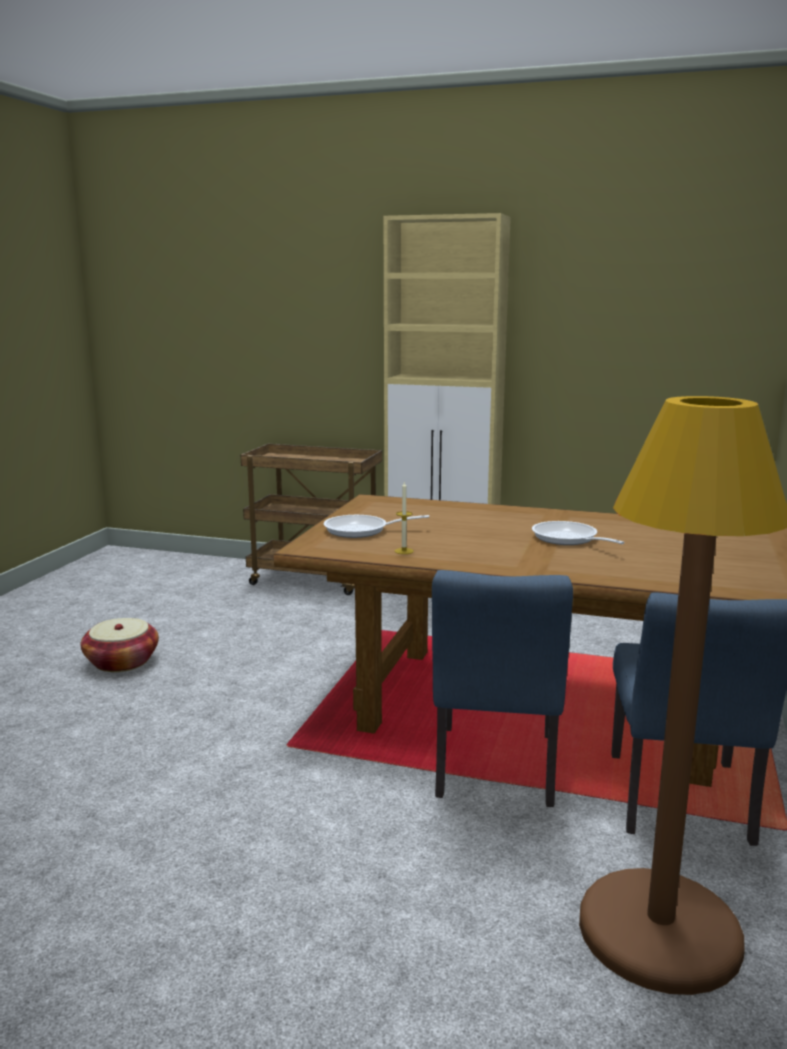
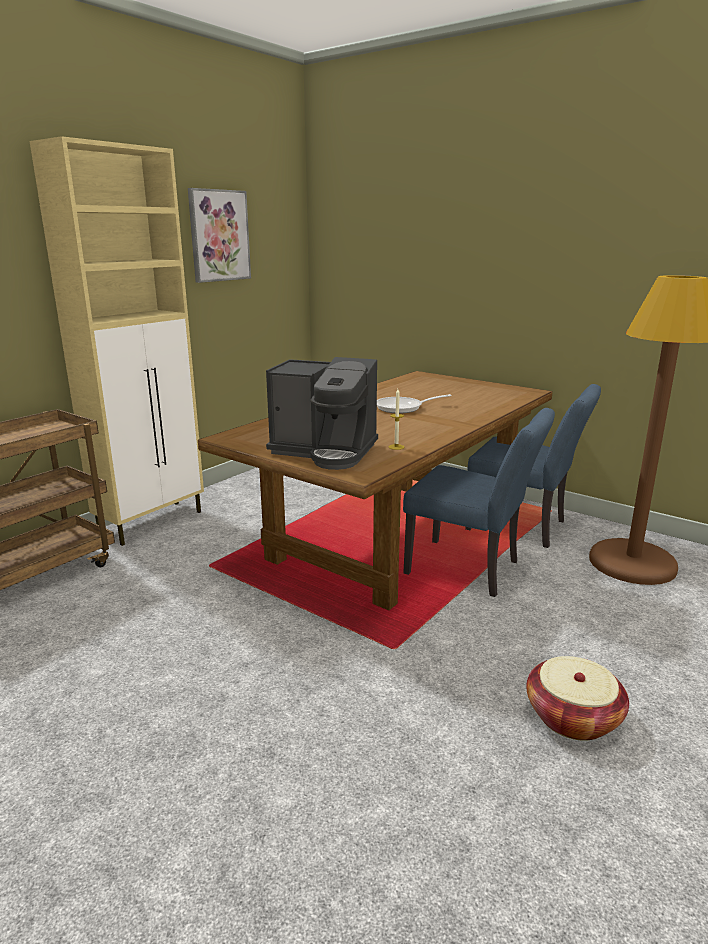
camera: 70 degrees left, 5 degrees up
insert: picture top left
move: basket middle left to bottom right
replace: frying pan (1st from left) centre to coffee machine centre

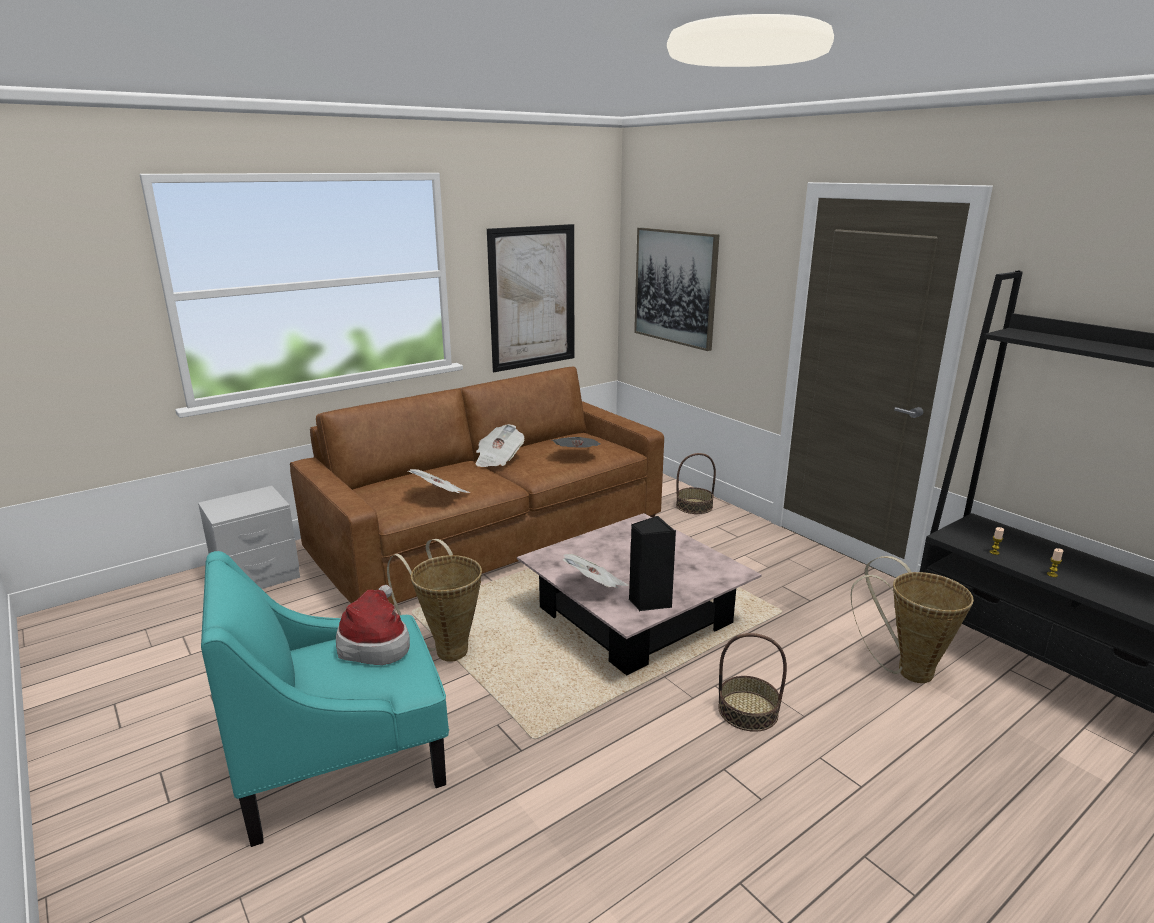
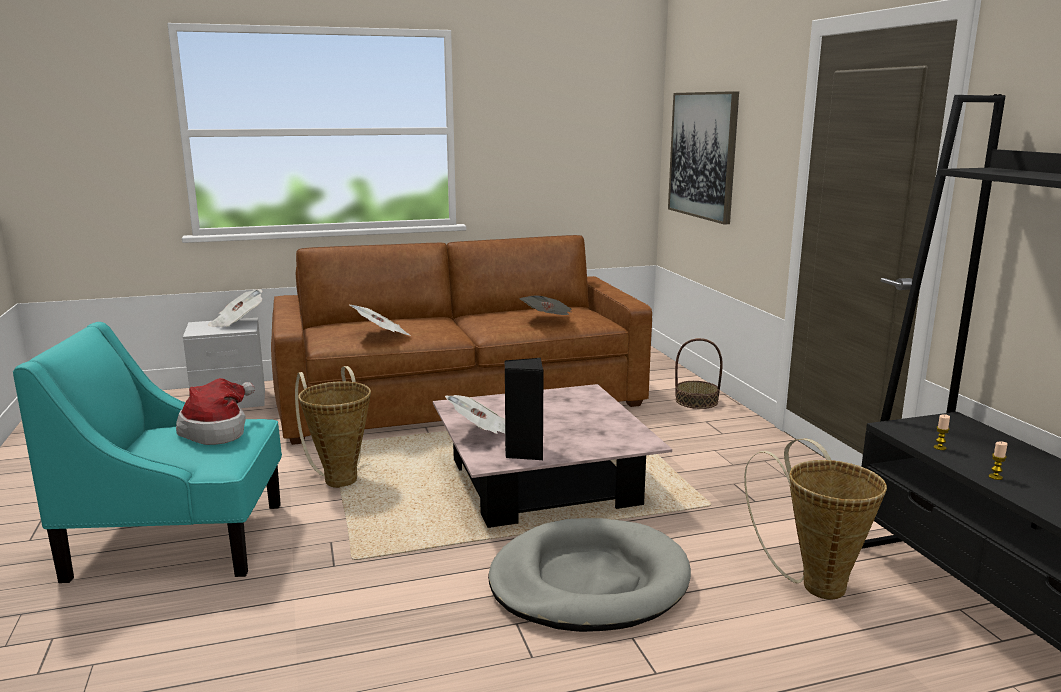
camera: 20 degrees right, 5 degrees down
delete: picture (1st from left) top centre
move: newspaper (2nd from left in the first image) centre to newspaper (1st from left) middle left
replace: basket (3rd from left) bottom centre to grey dog bed bottom centre

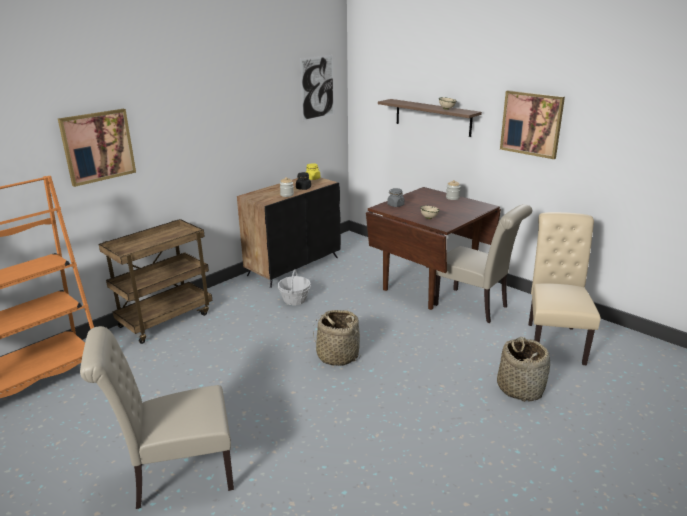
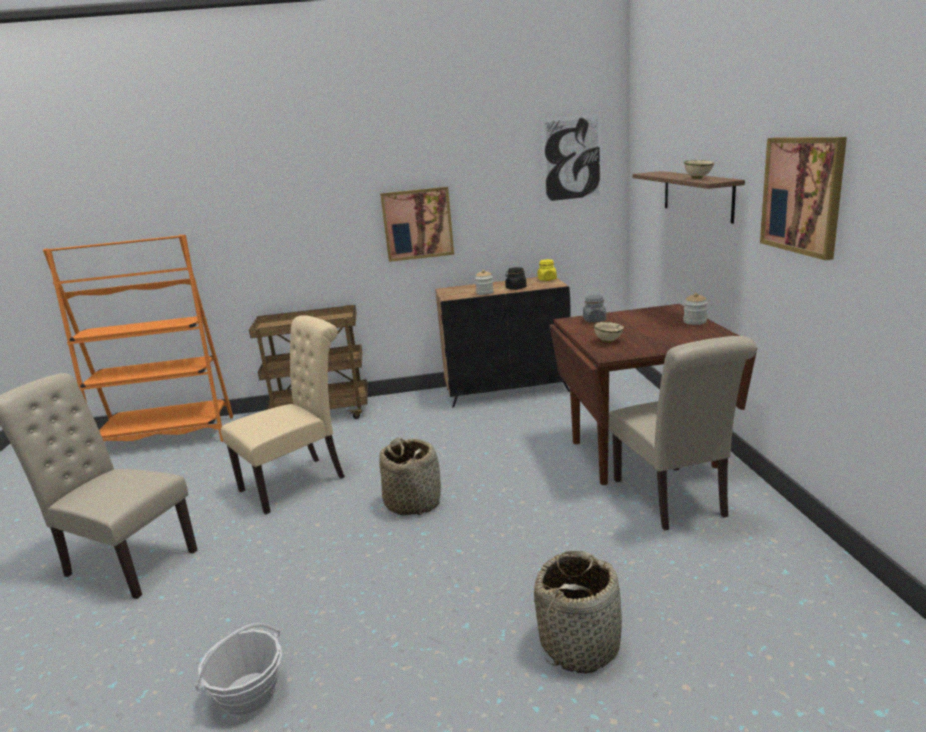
camera: 40 degrees right, 5 degrees down
move: picture (1st from left) top left to top centre; beige chair (3rd from left in the first image) middle right to beige chair (2nd from left) middle left; basket (1st from left) centre to bottom left

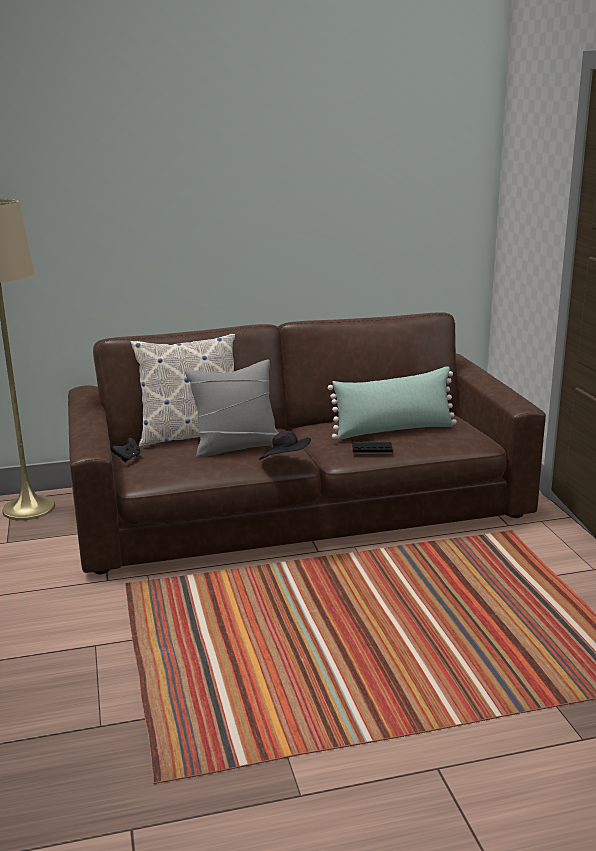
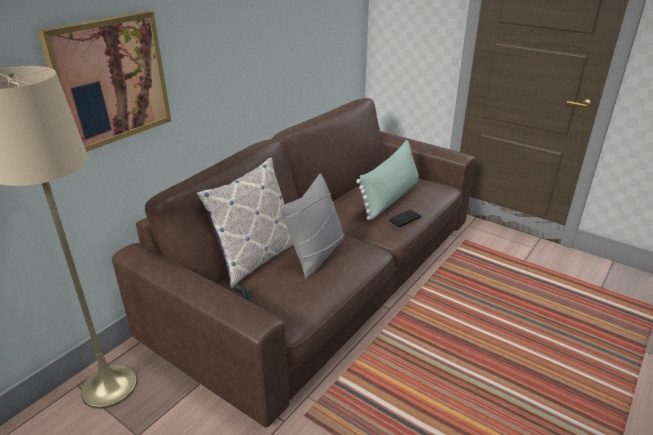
camera: 40 degrees left, 10 degrees up
delete: black hat centre
insert: picture top left

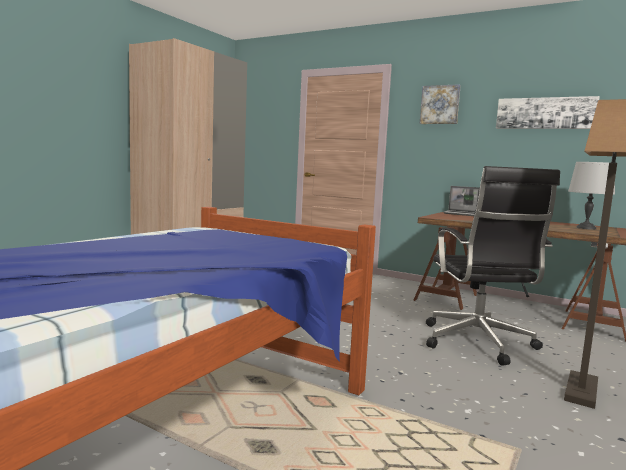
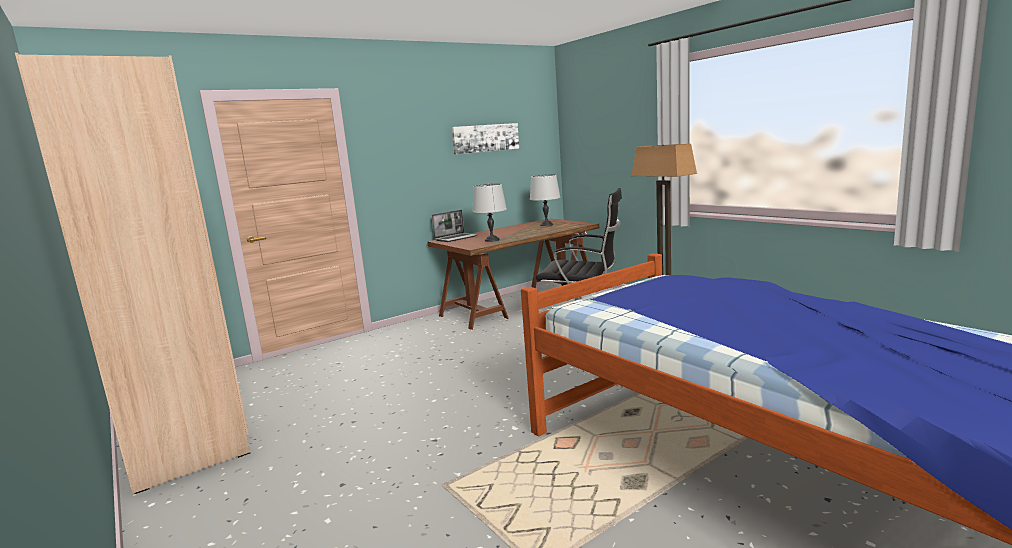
camera: 65 degrees left, 5 degrees up
delete: picture (1st from left) top right
insert: grey table lamp (1st from left) centre

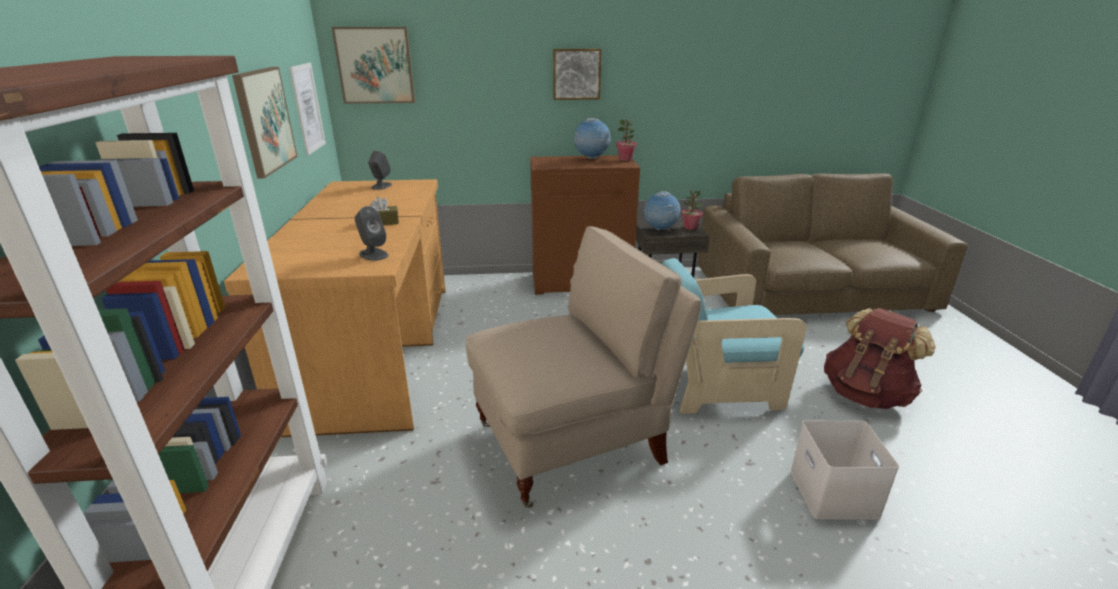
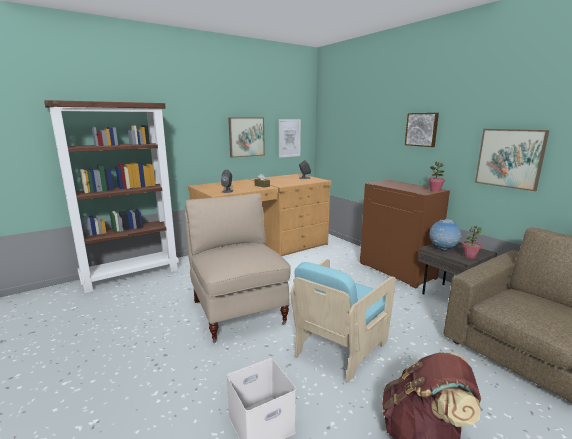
camera: 60 degrees right, 10 degrees down
delete: globe (1st from left) top centre
move: picture (3rd from left in the first image) top centre to picture (4th from left) middle right
rotate: beige chair centre = centre 150 degrees counterclockwise; turquoise armchair centre = bottom centre 105 degrees counterclockwise

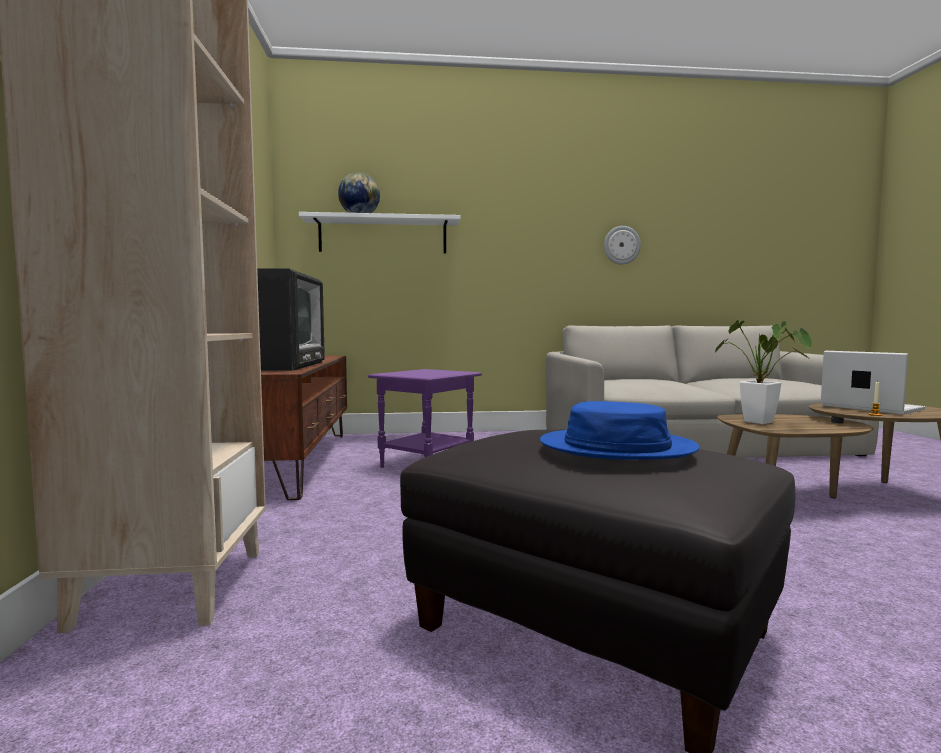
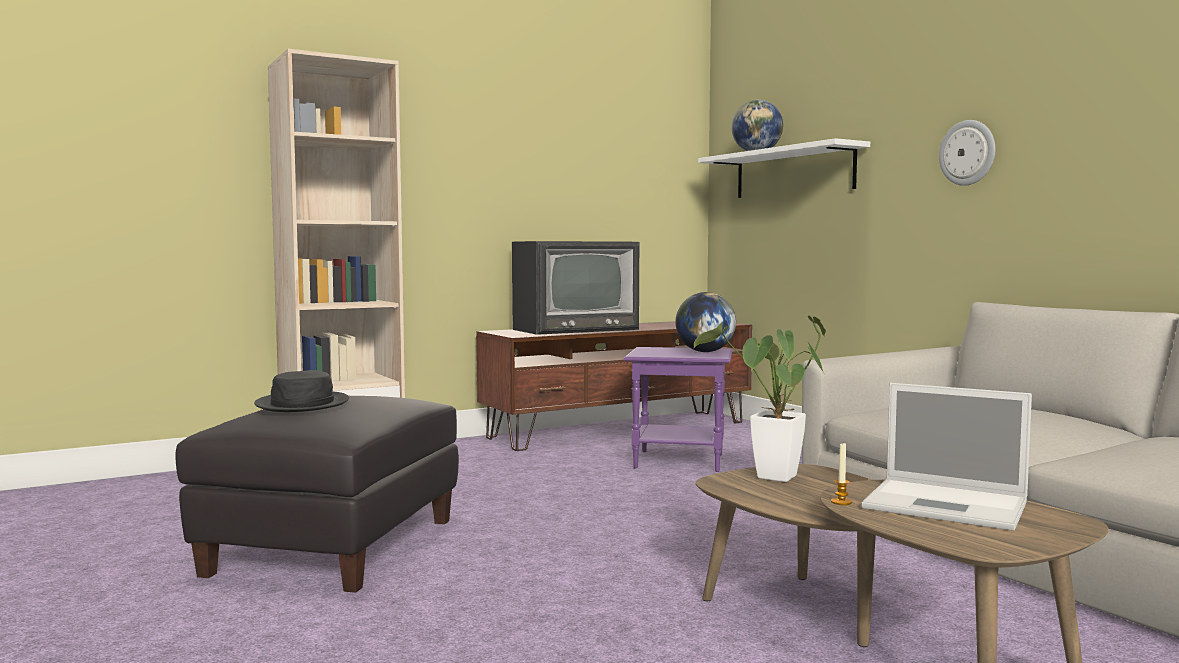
camera: 65 degrees right, 0 degrees up
insert: globe (1st from left) centre
move: wall clock top centre to top right
recolor: blue hat centre to black hat middle left
rotate: laptop middle right = bottom right 90 degrees clockwise

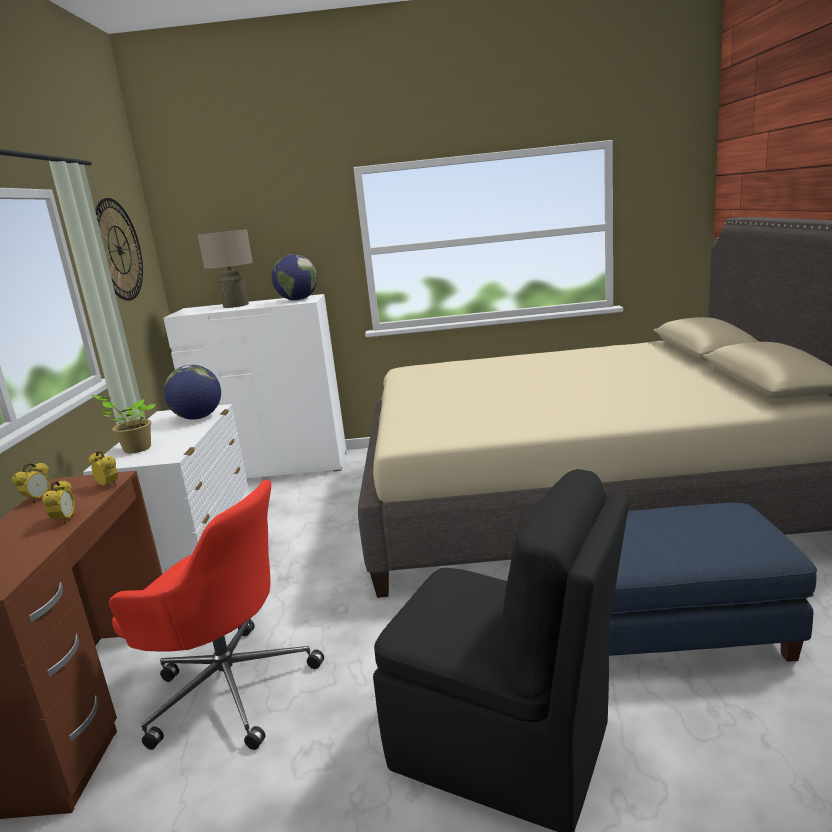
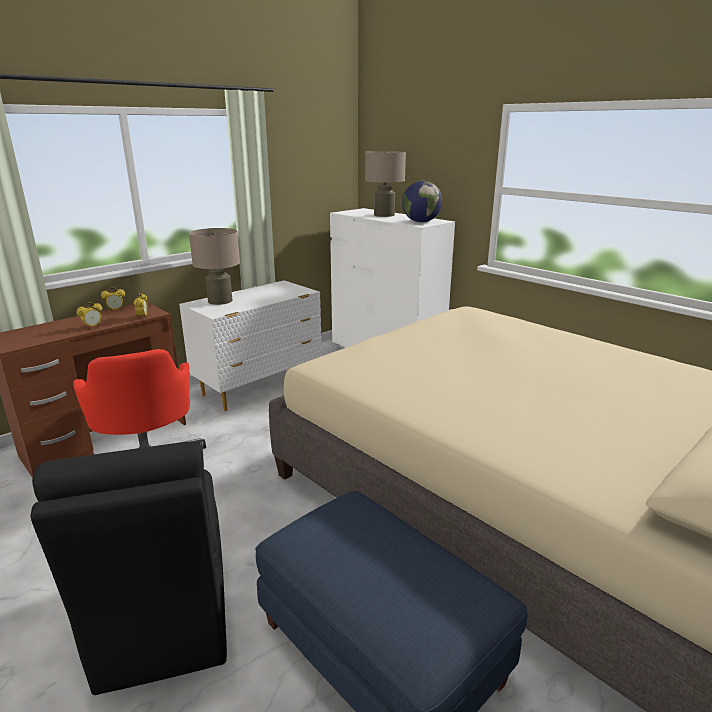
camera: 45 degrees right, 5 degrees up
delete: wall clock top left; globe (1st from left) middle left
replace: potted plant middle left to beige table lamp (1st from left) middle left

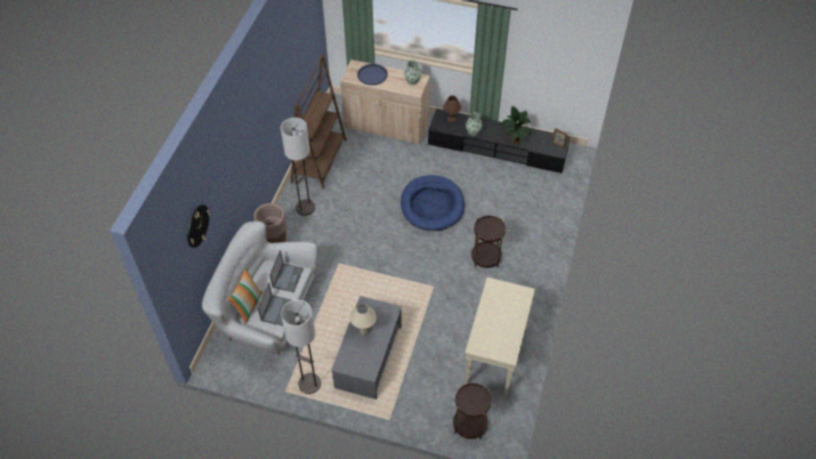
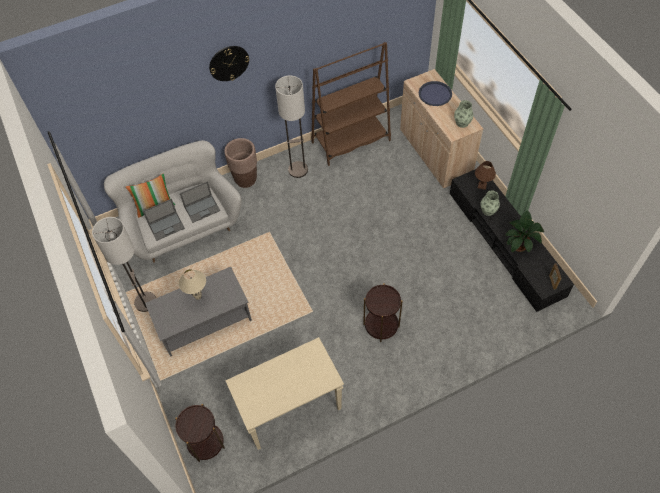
camera: 50 degrees right, 5 degrees up
delete: blue dog bed centre
move: wall clock middle left to top centre

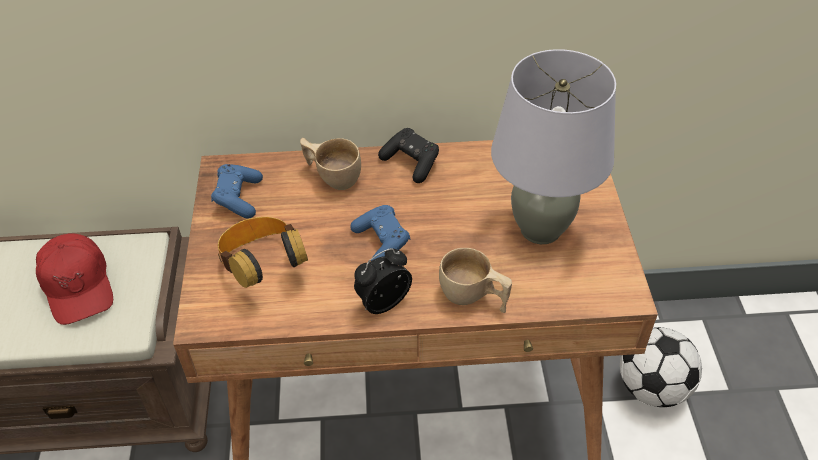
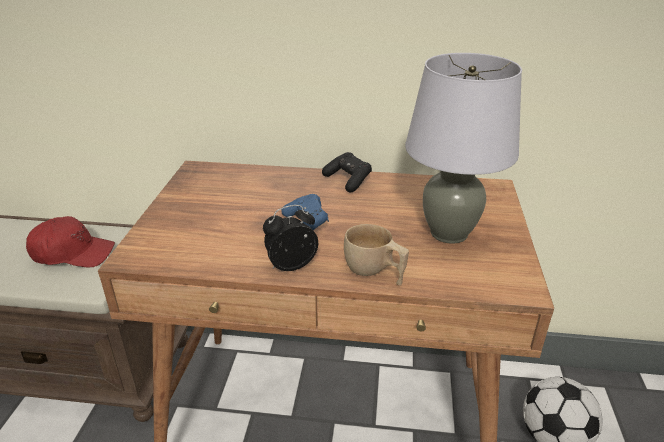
camera: 10 degrees right, 15 degrees down
delete: beige cup (1st from left) centre; blue game controller (1st from left) middle left; headphones middle left
rotate: red cap middle left = middle left 75 degrees counterclockwise

